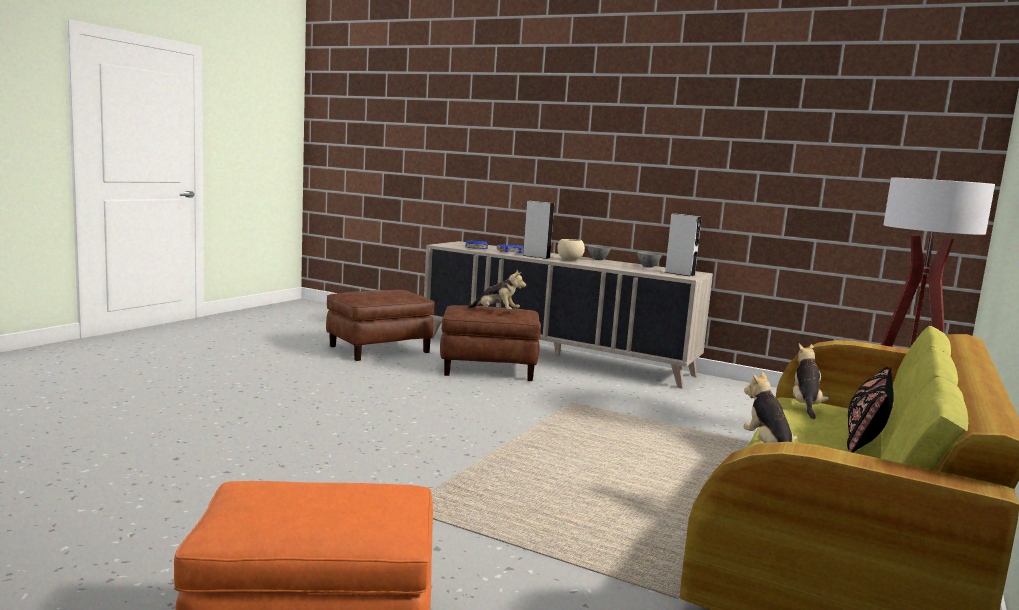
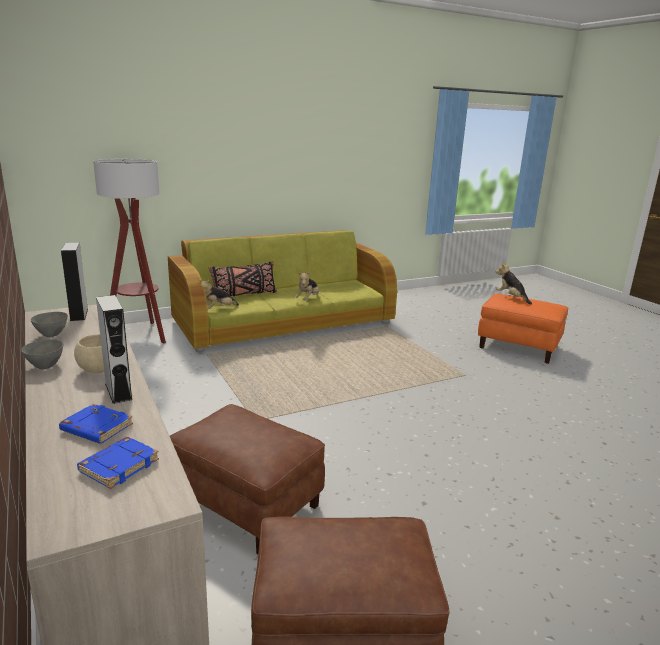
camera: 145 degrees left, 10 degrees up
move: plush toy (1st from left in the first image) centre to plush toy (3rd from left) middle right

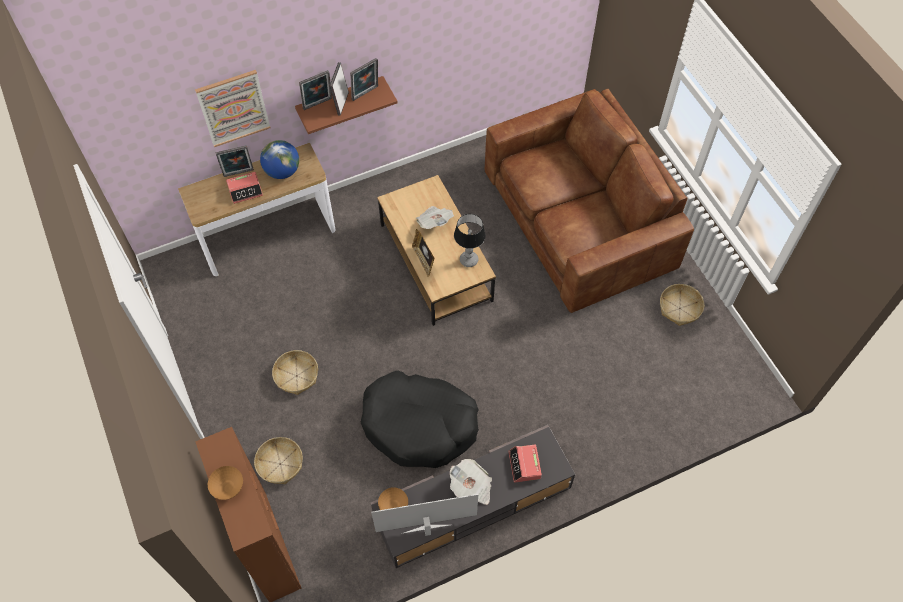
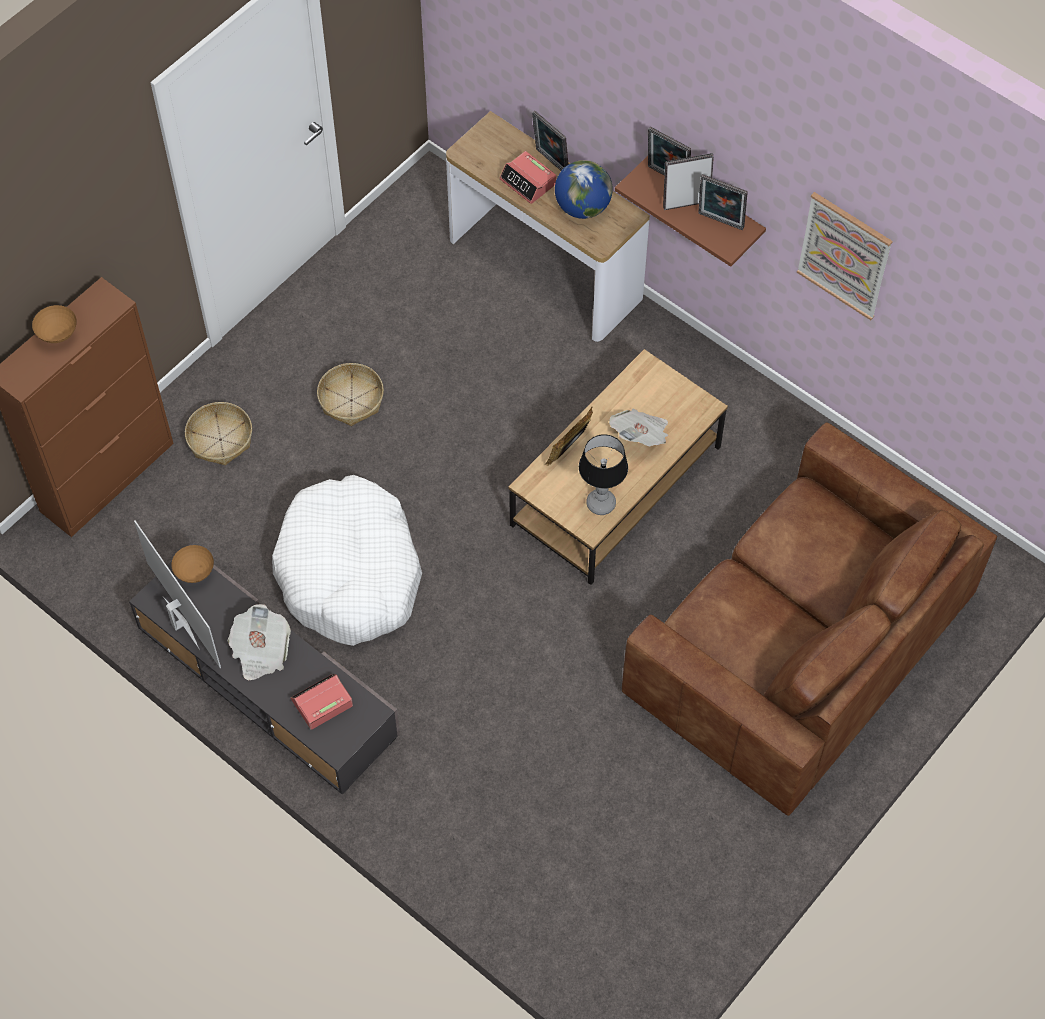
camera: 65 degrees right, 0 degrees up
delete: basket (3rd from left) middle right
move: picture top left to top right
recolor: black dog bed bottom centre to white dog bed middle left

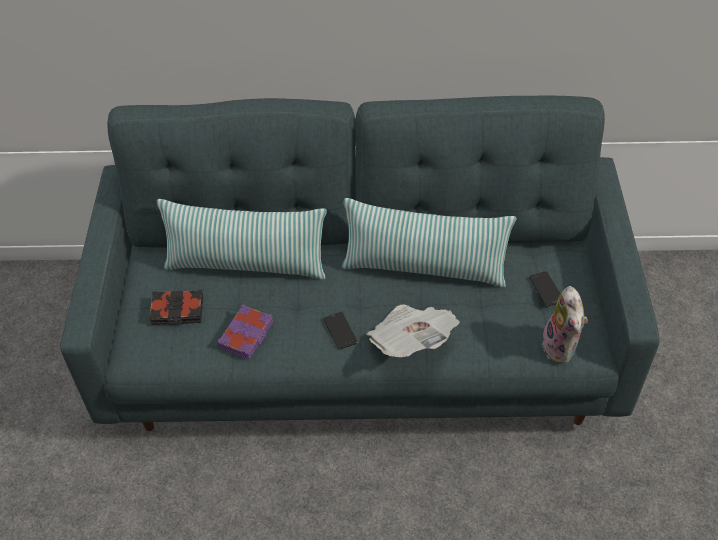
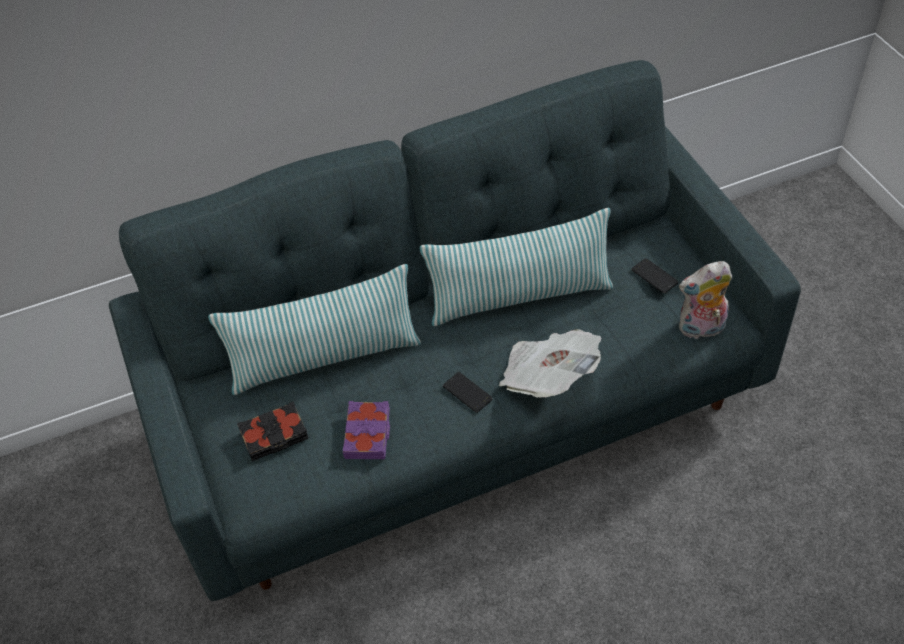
camera: 20 degrees left, 0 degrees up
rotate: plush toy middle right = middle right 105 degrees clockwise

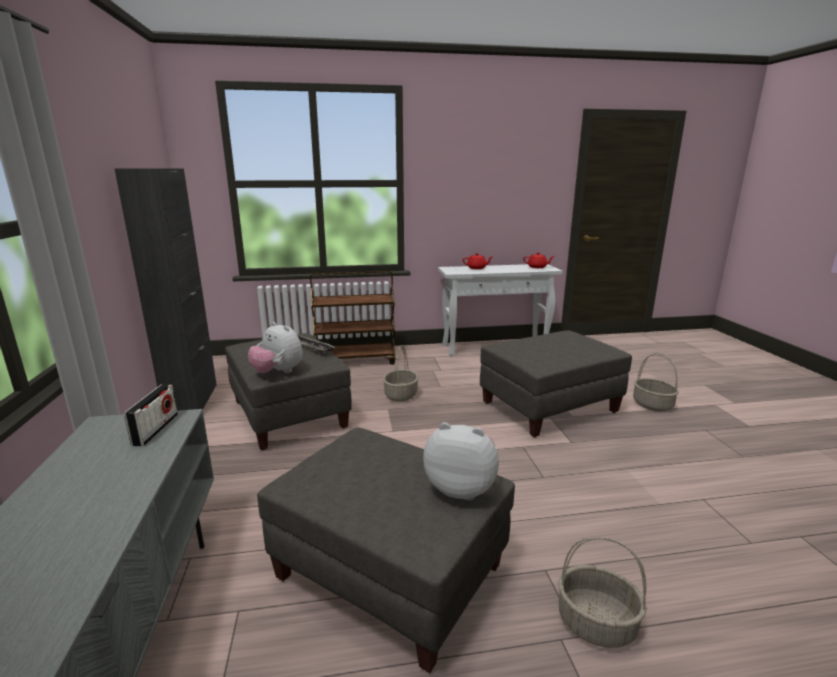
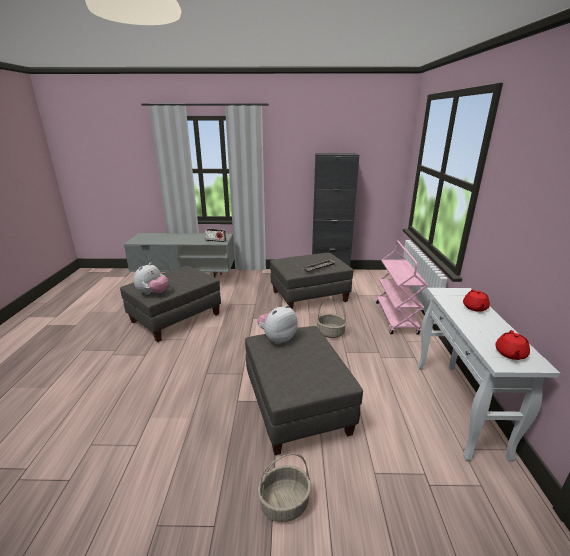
camera: 100 degrees right, 5 degrees up
delete: basket (2nd from left) bottom right
move: plush toy (1st from left in the first image) middle left to plush toy (2nd from left) centre
recolor: brown cart centre to pink cart middle right

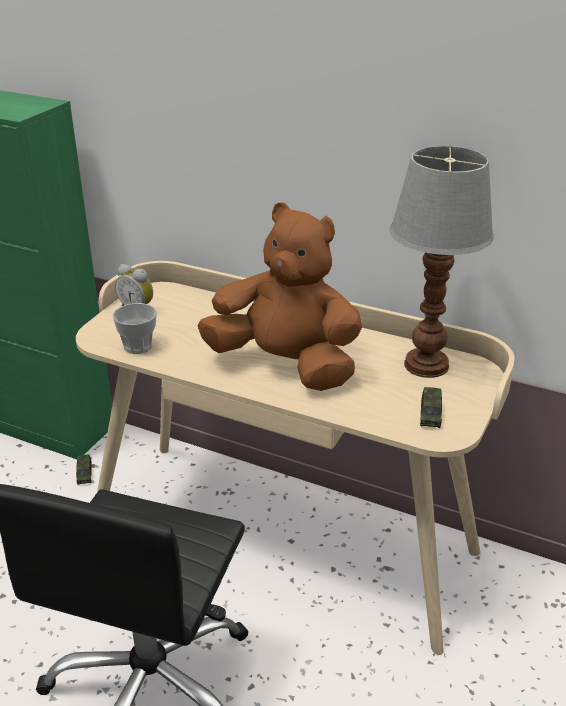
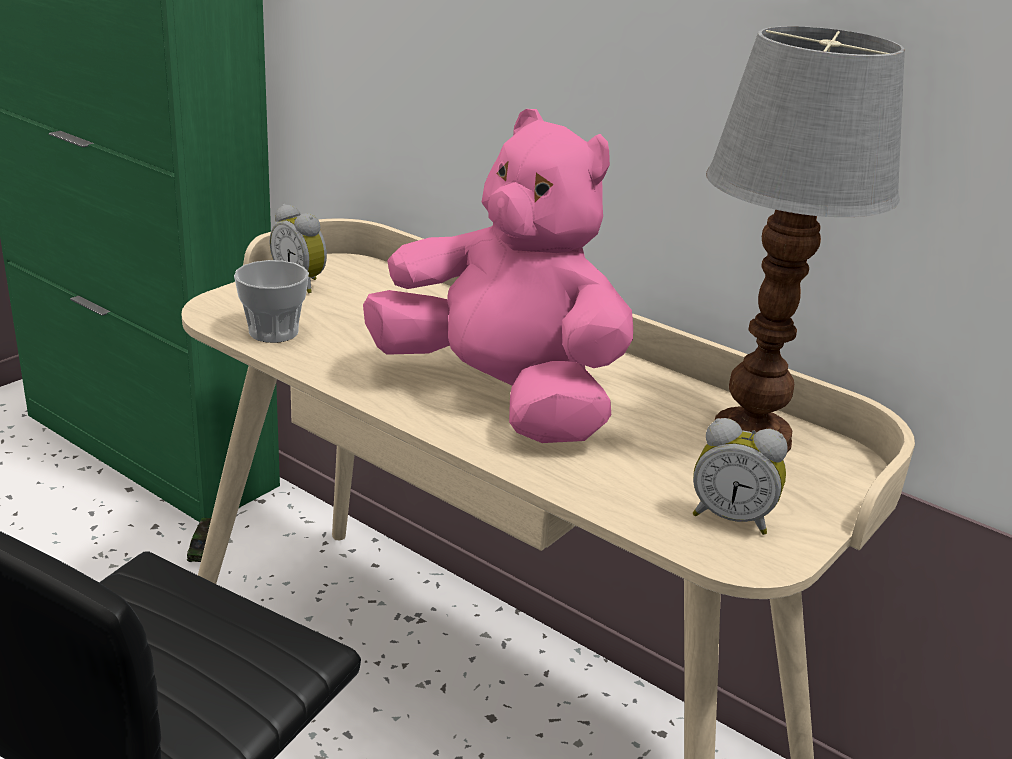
camera: 10 degrees right, 5 degrees down
replace: toy car (2nd from left) middle right to alarm clock (2nd from left) middle right
recolor: brown plush toy centre to pink plush toy centre

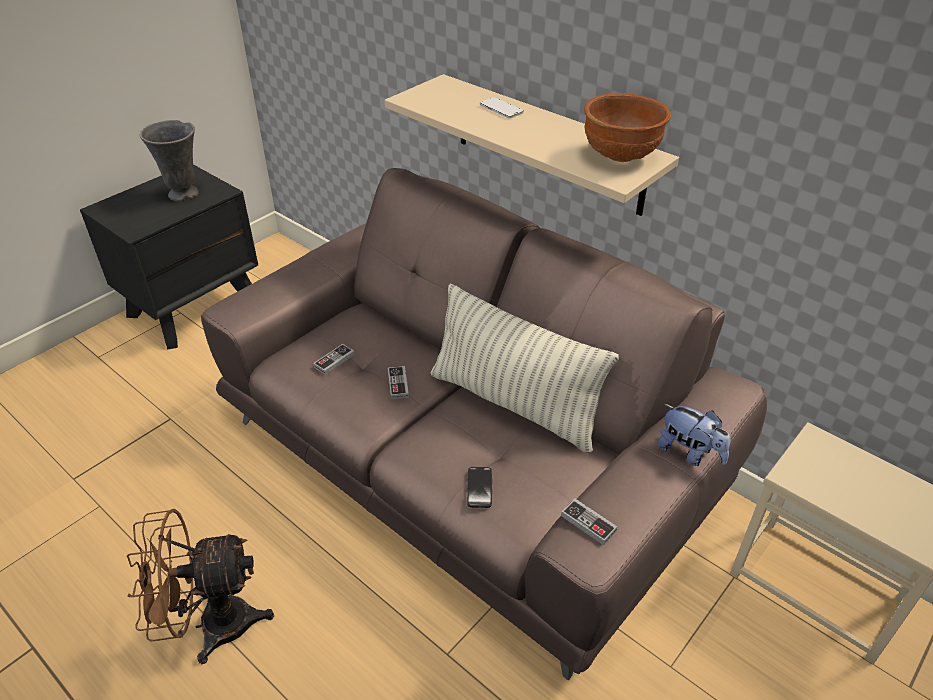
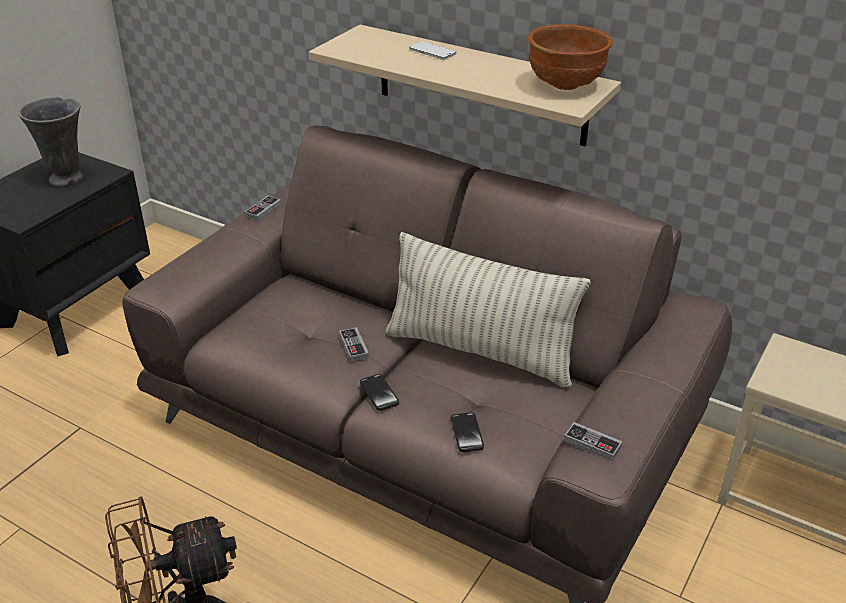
camera: 10 degrees left, 5 degrees down
delete: plush toy middle right
insert: phone (1st from left) centre
move: game controller (1st from left) centre to middle left

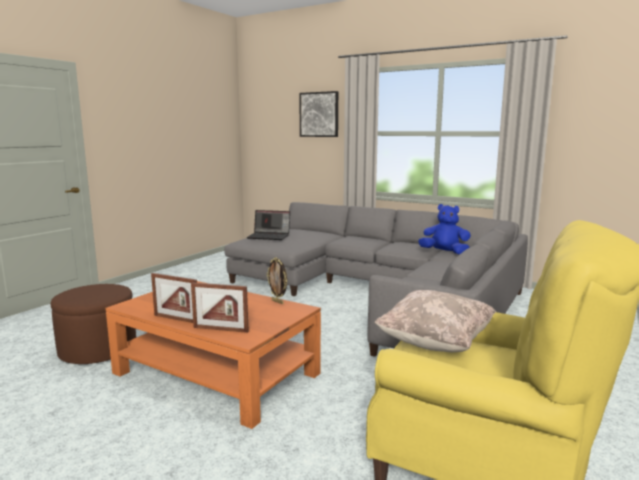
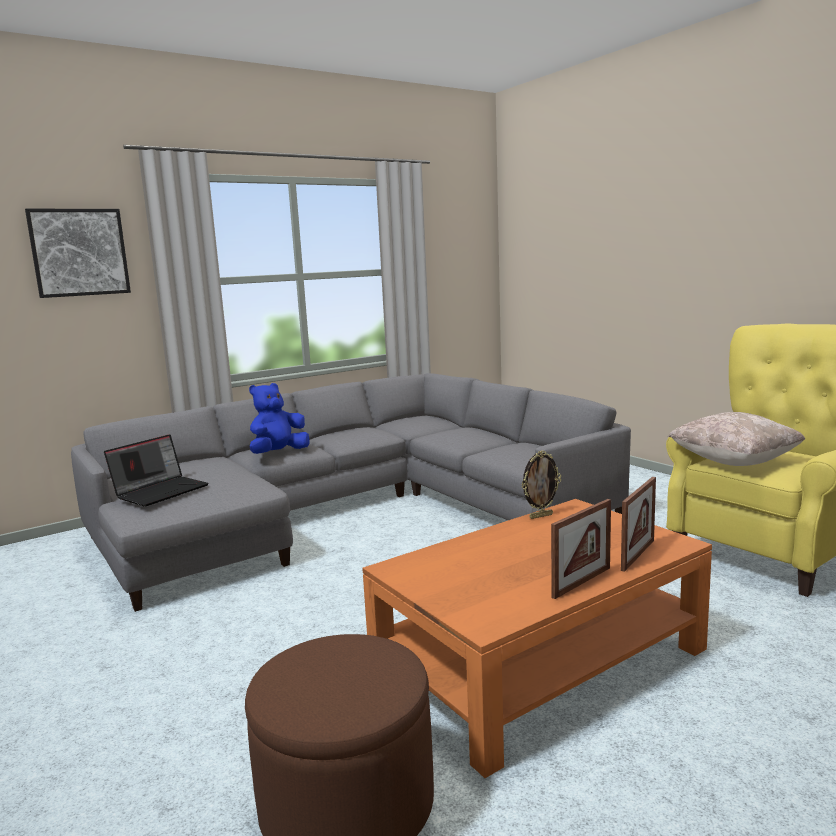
camera: 65 degrees left, 0 degrees up
move: blue plush toy middle right to centre

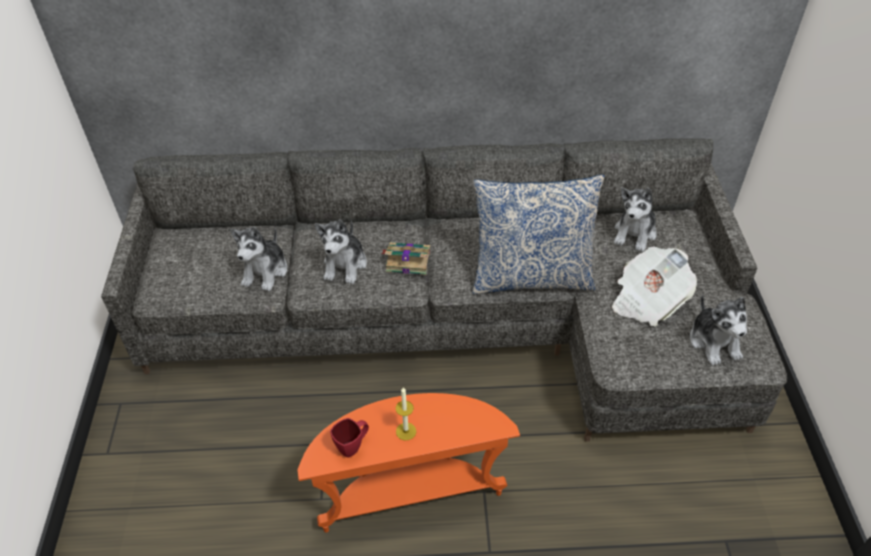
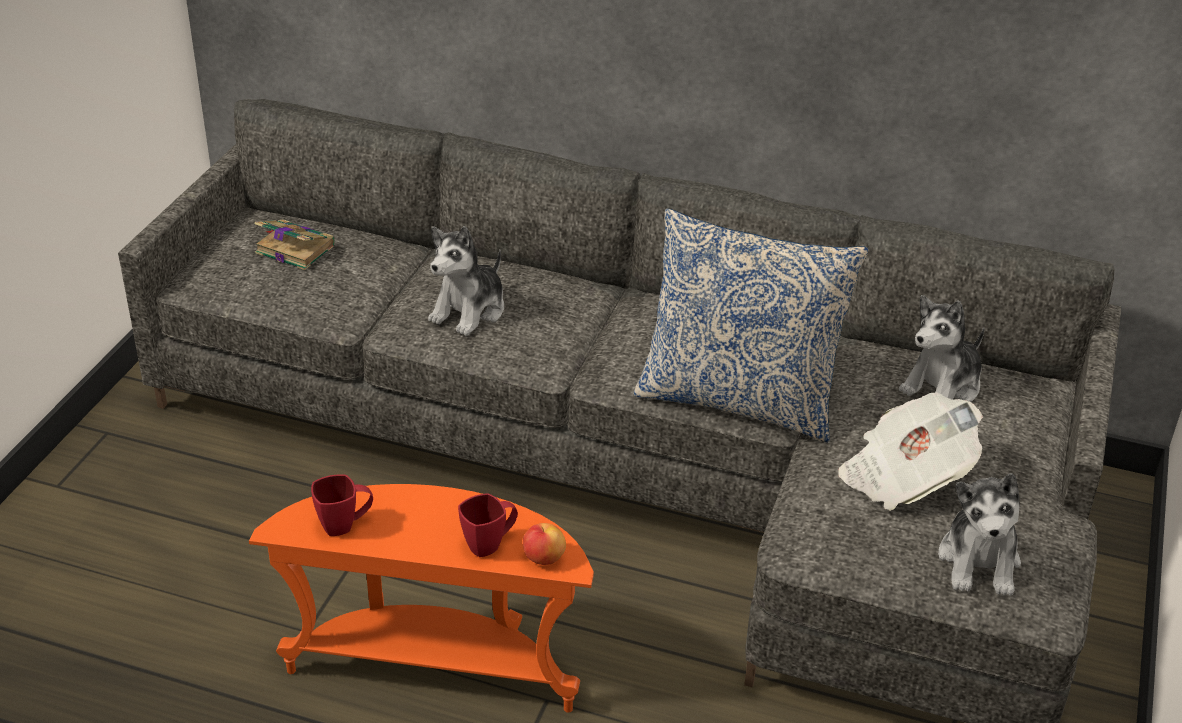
camera: 20 degrees right, 10 degrees down
delete: plush toy (1st from left) middle left; candle bottom centre
insert: red mug (2nd from left) bottom centre; apple bottom centre
move: book centre to middle left

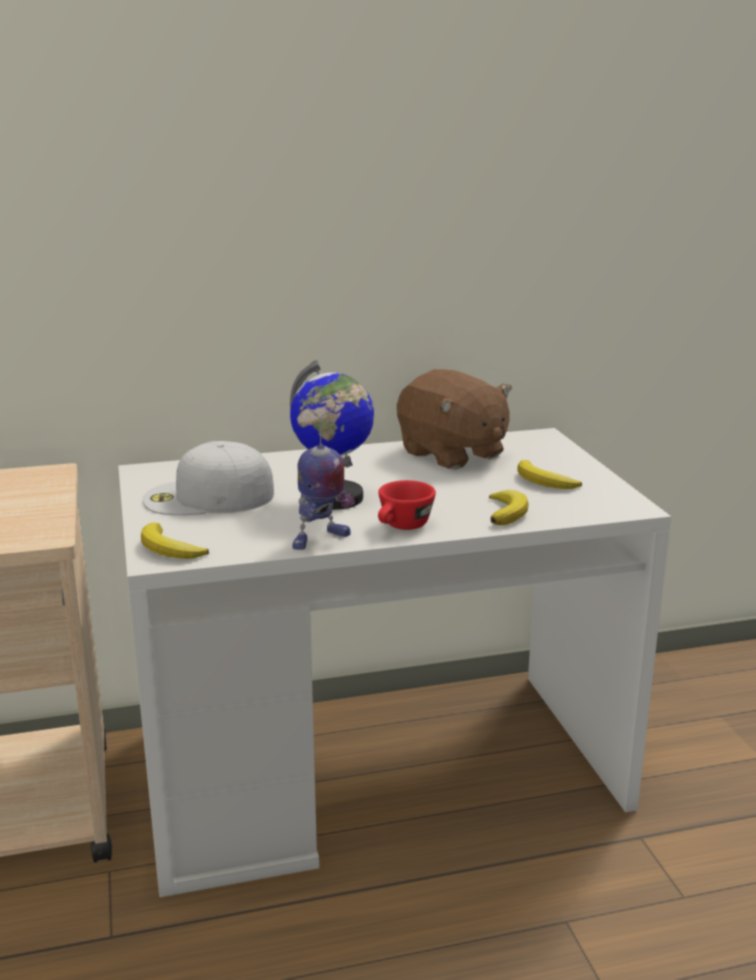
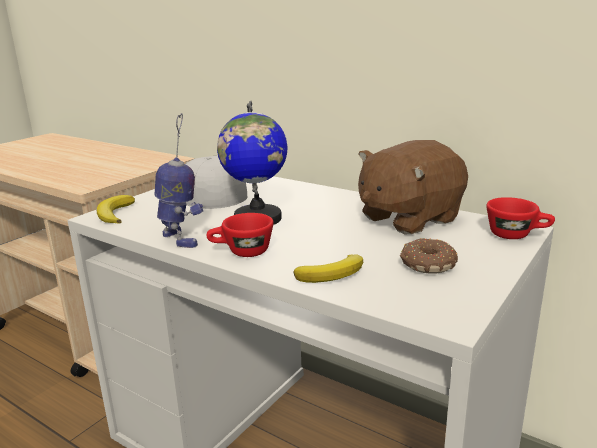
camera: 50 degrees right, 0 degrees up
insert: red cup (2nd from left) middle right
replace: banana (3rd from left) middle right to donut middle right
rotate: brown plush toy centre = middle right 45 degrees clockwise; toy robot centre = middle left 135 degrees counterclockwise

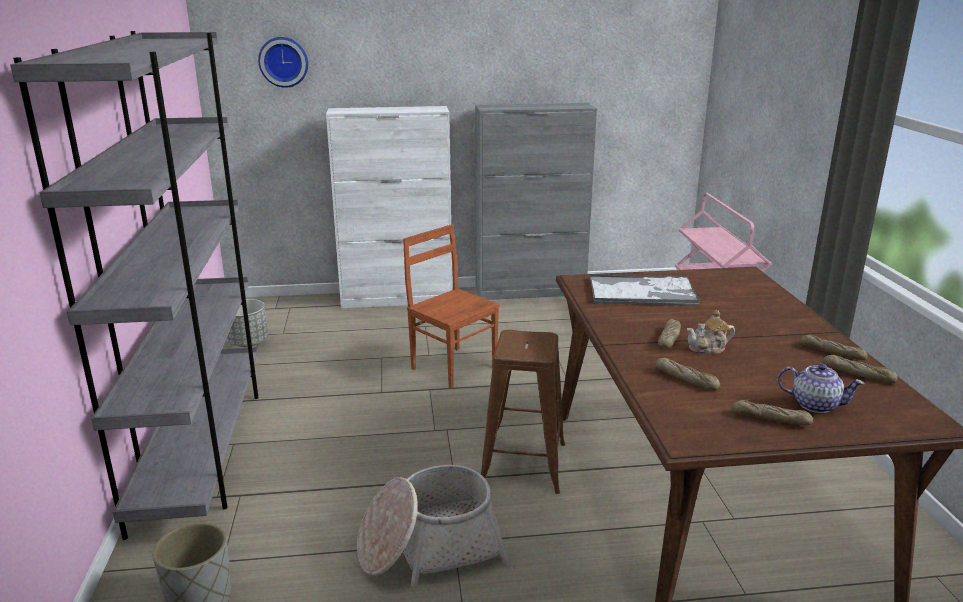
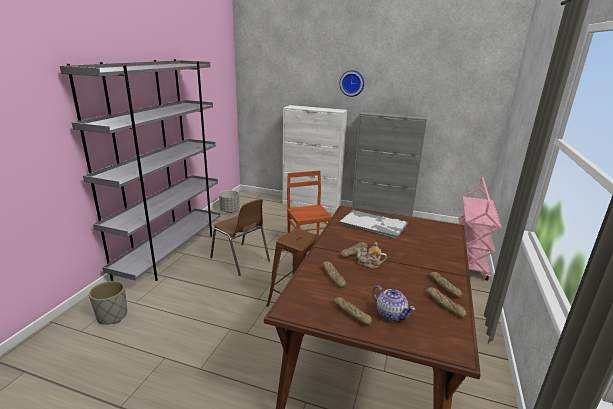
camera: 25 degrees right, 0 degrees up
delete: basket bottom centre
insert: brown chair (1st from left) centre
move: wall clock top left to top centre

